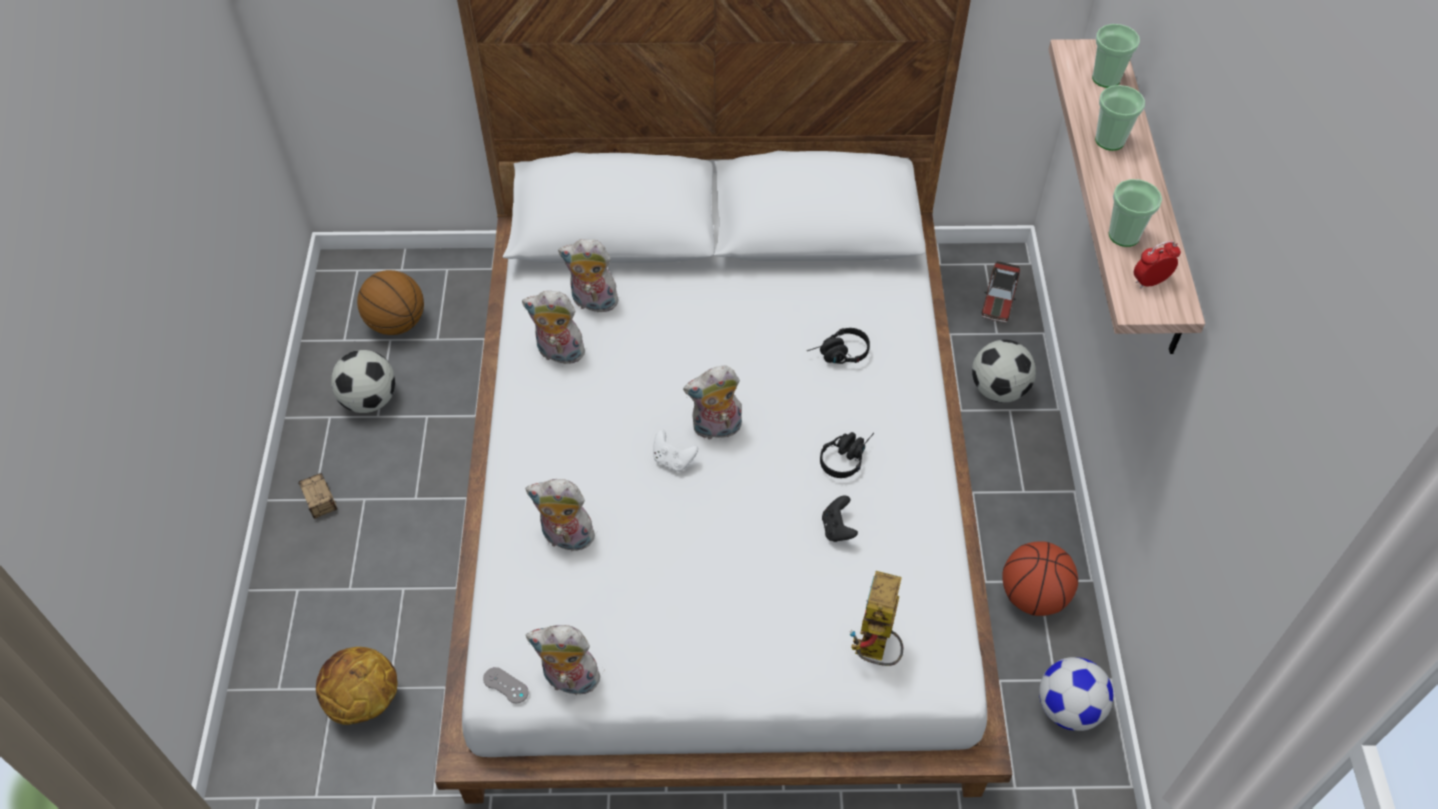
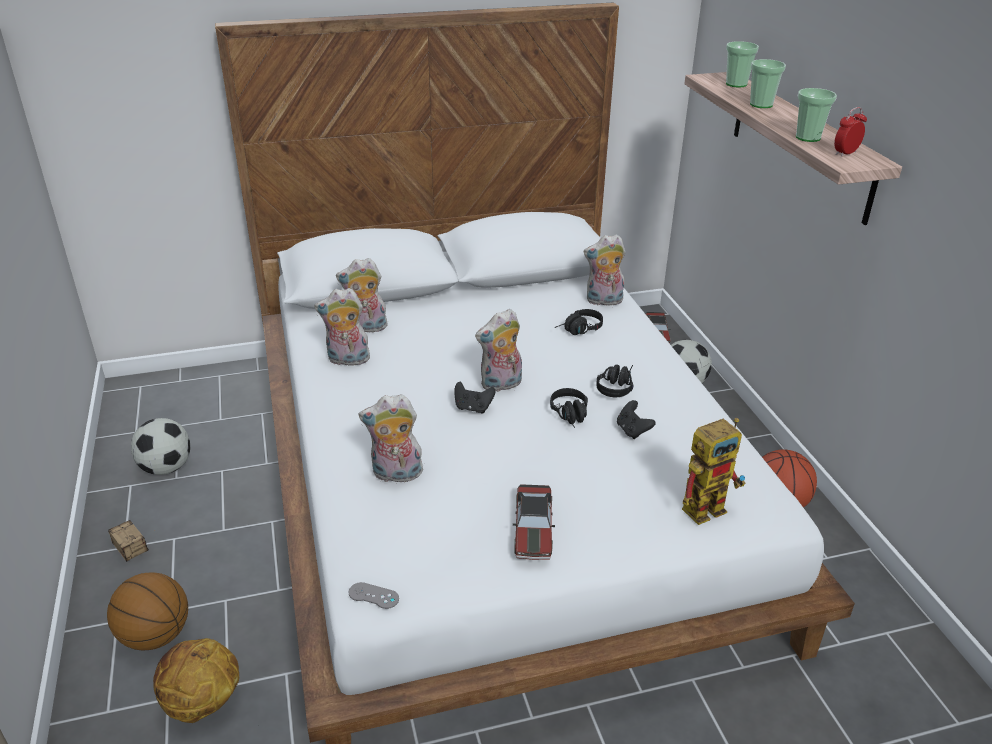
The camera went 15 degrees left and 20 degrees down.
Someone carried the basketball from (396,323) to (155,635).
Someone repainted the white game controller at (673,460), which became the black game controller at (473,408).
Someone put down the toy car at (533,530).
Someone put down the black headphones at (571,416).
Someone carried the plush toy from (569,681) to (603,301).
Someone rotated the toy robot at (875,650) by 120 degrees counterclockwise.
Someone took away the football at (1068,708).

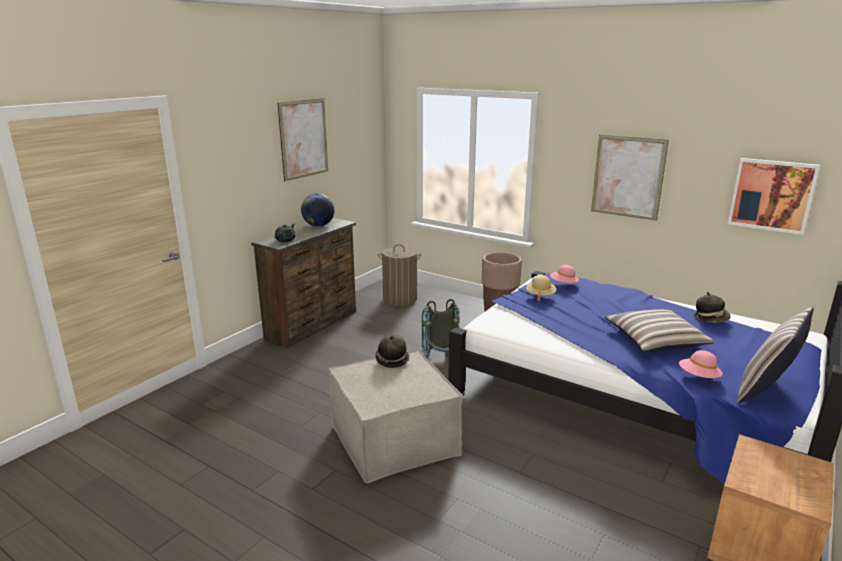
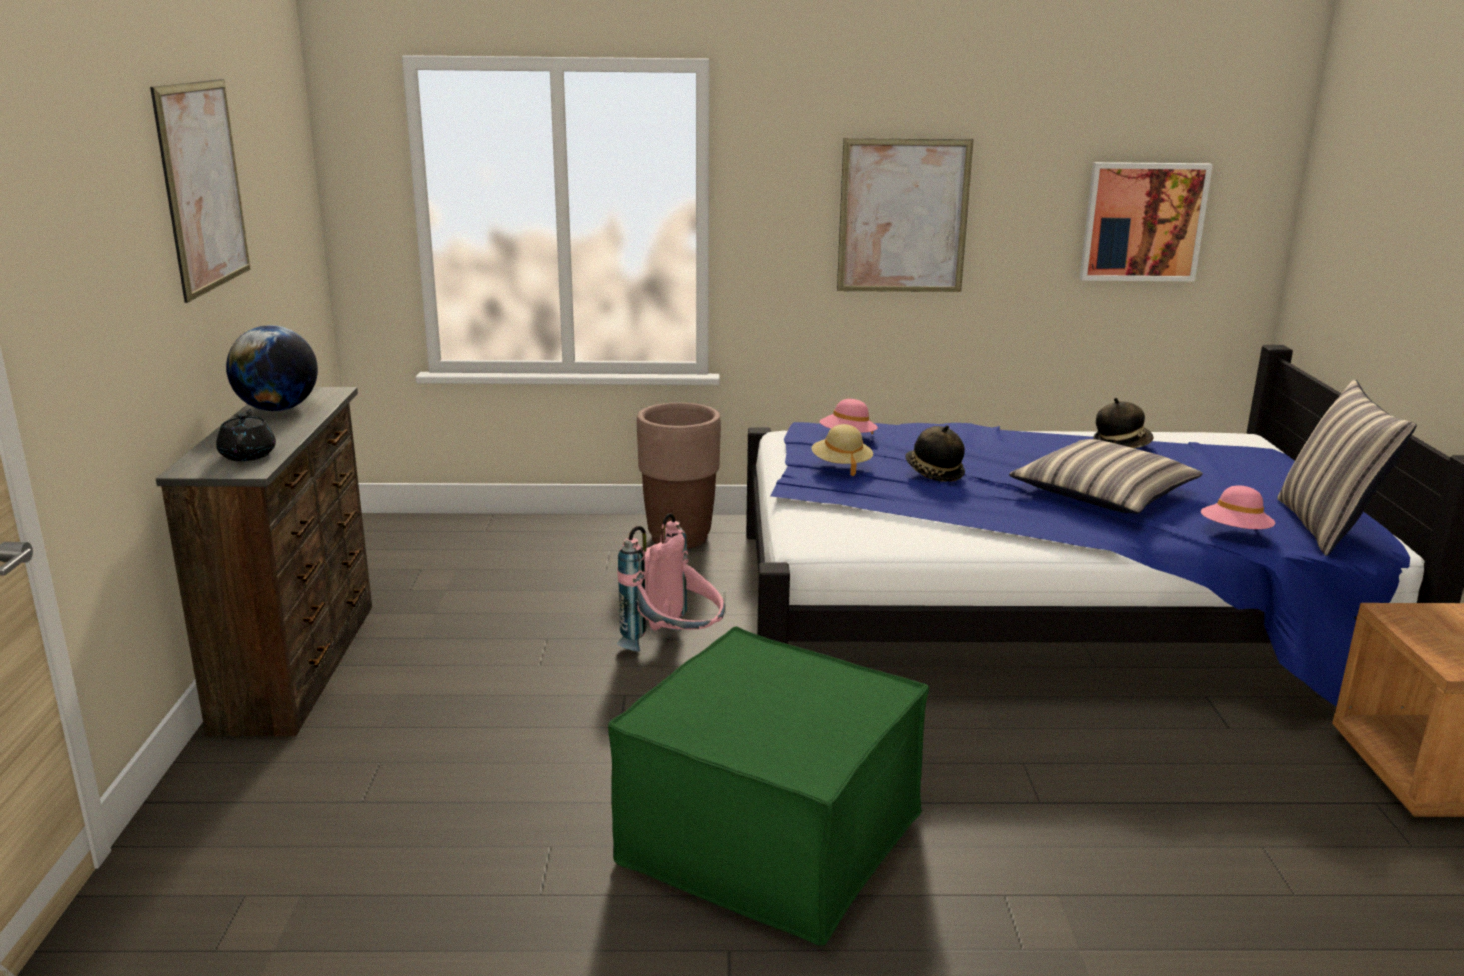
The camera went 35 degrees left and 0 degrees up.
Someone repainted the beige ottoman at (395,440), which became the green ottoman at (771,837).
Someone repainted the grey backpack at (443,359), which became the pink backpack at (676,649).
Someone carried the hat from (392,360) to (933,473).
Someone took away the laundry basket at (400,299).

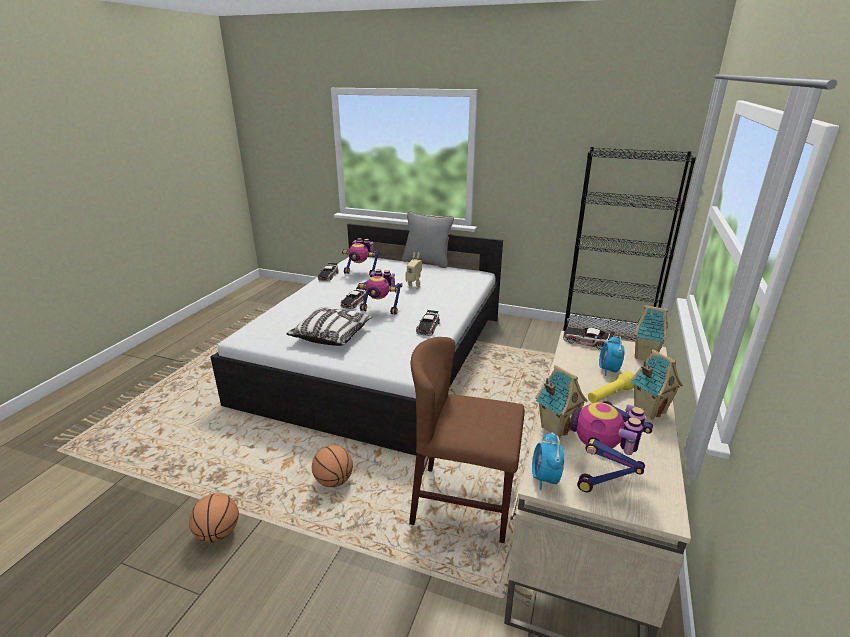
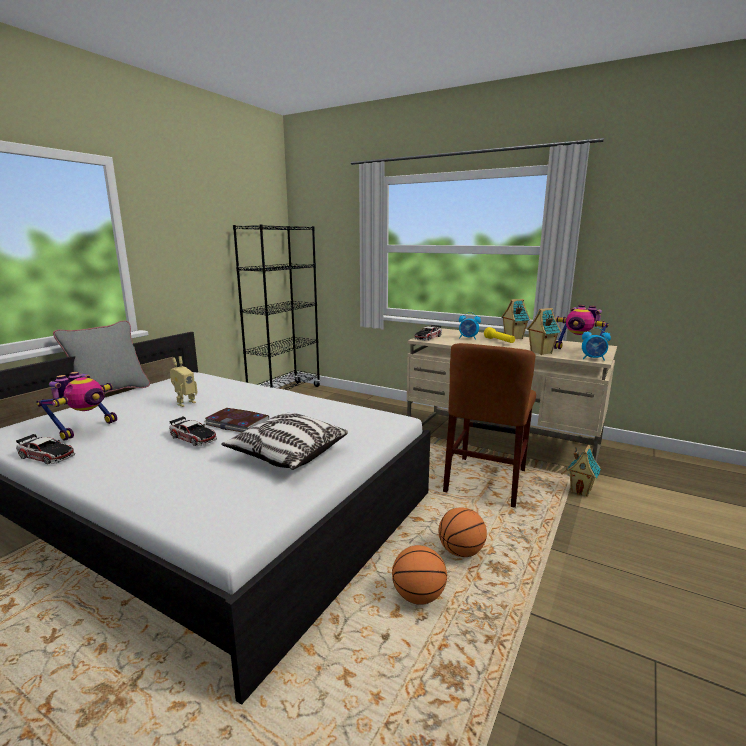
The camera went 80 degrees left and 10 degrees down.
Someone swapped the toy robot at (380,310) for the book at (238,423).
Someone carried the basketball from (218,533) to (418,596).
Someone carried the toy house from (646,356) to (581,490).
Someone took away the toy car at (428,327).

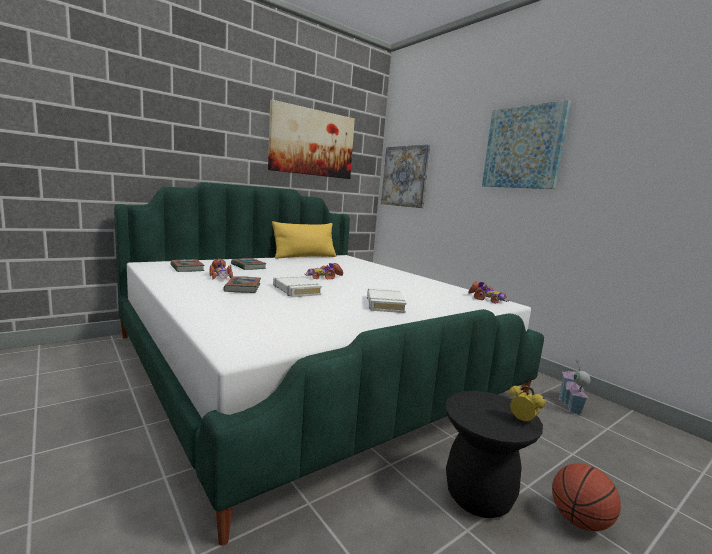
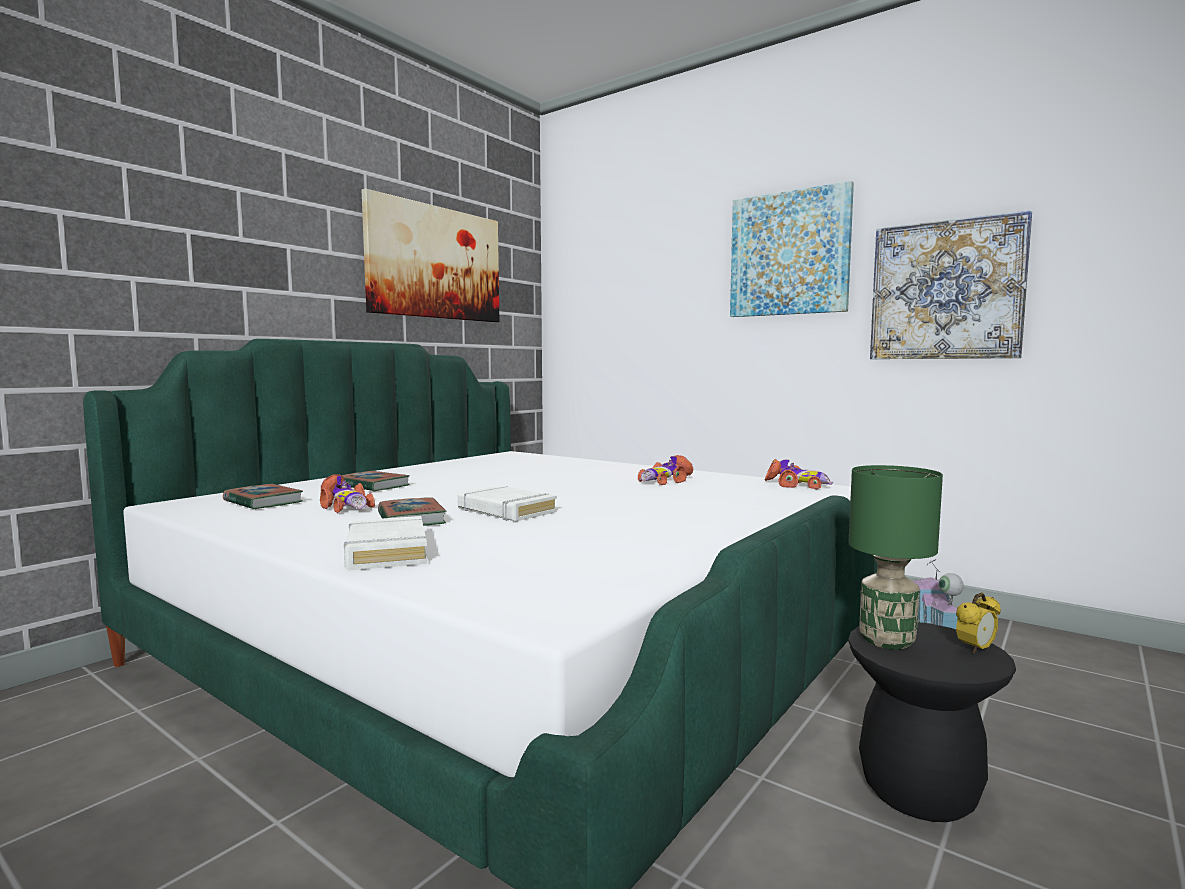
The camera went 15 degrees left and 5 degrees down.
Someone carried the white book from (384,304) to (386,551).
Someone carried the toy car from (323,277) to (664,481).
Someone put down the green table lamp at (888,641).
Someone carried the picture from (405,176) to (946,290).
Someone rotated the alarm clock at (522,420) by 120 degrees clockwise.
Someone took away the yellow pillow at (304,257).
Someone took away the basketball at (579,521).

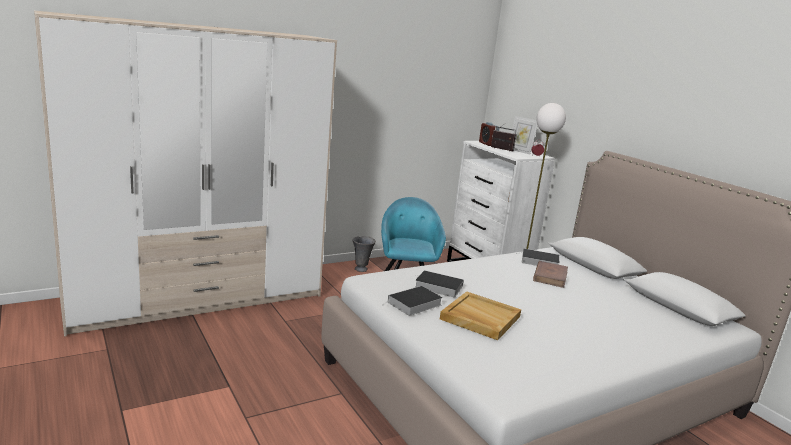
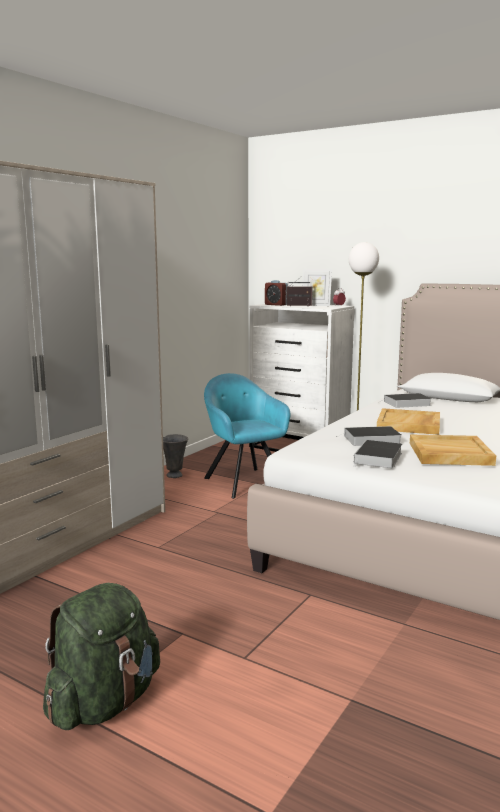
The camera went 25 degrees left and 5 degrees down.
Someone put down the green backpack at (104,703).
Someone put down the beige tray at (409,425).
Someone took away the brown book at (550,276).

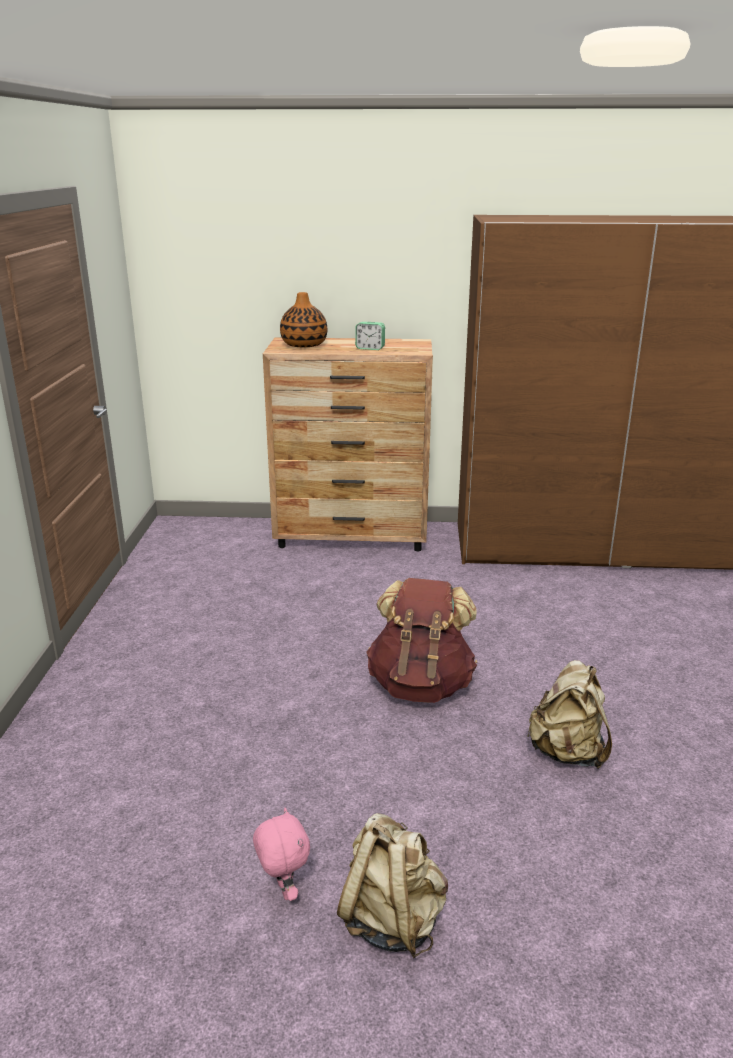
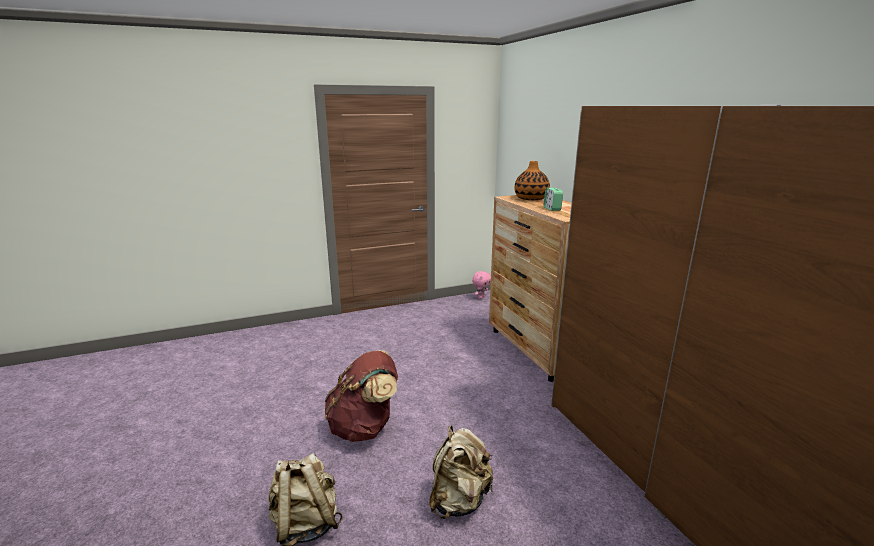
The camera went 65 degrees right and 5 degrees down.
Someone carried the beige backpack from (392,920) to (459,500).
Someone carried the pink plush toy from (283,890) to (481,297).

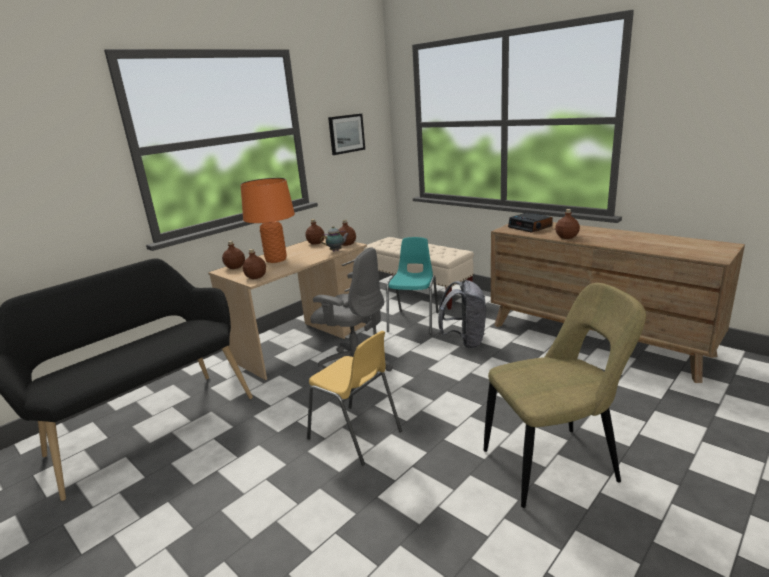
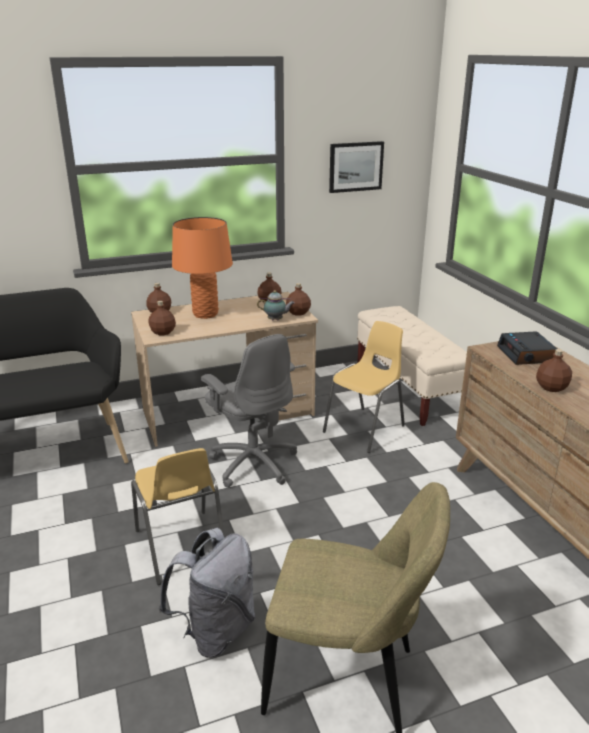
The camera went 25 degrees right and 5 degrees up.
Someone carried the grey backpack from (464,341) to (215,630).
Someone repainted the turquoise chair at (414,322), which became the yellow chair at (365,429).

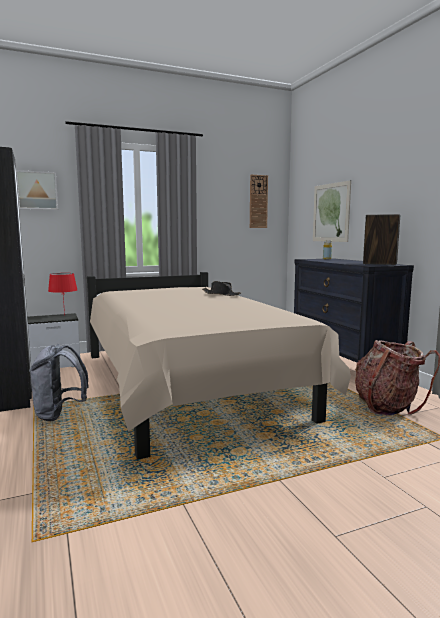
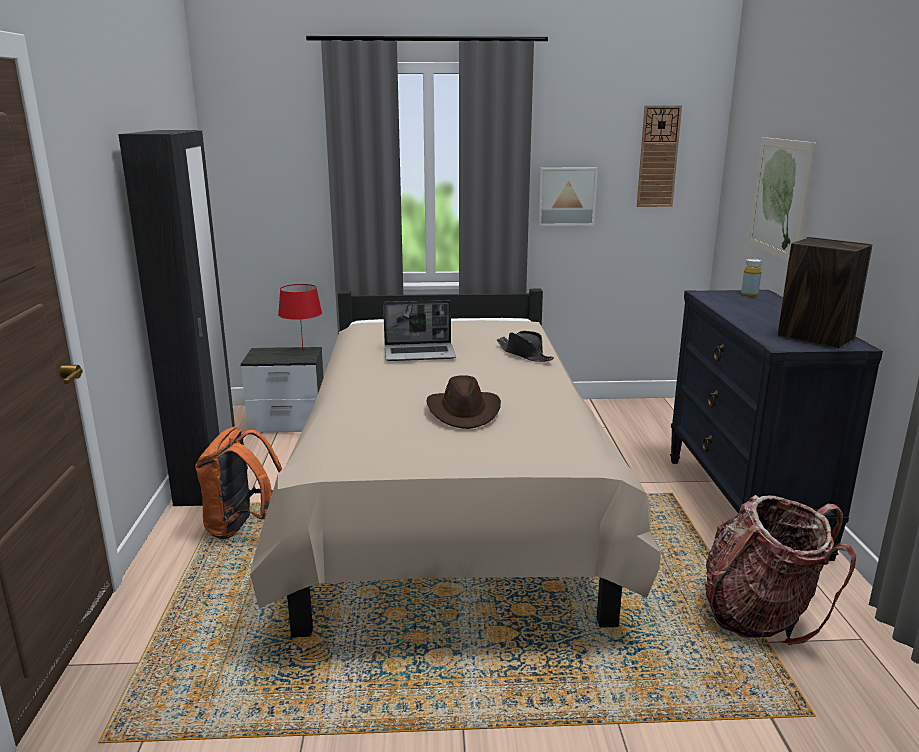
The camera went 20 degrees right and 10 degrees up.
Someone repainted the grey backpack at (59,414), which became the orange backpack at (242,527).
Someone put down the laptop at (420,353).
Someone put down the brown hat at (464,412).
Someone carried the picture from (37,190) to (566,196).

